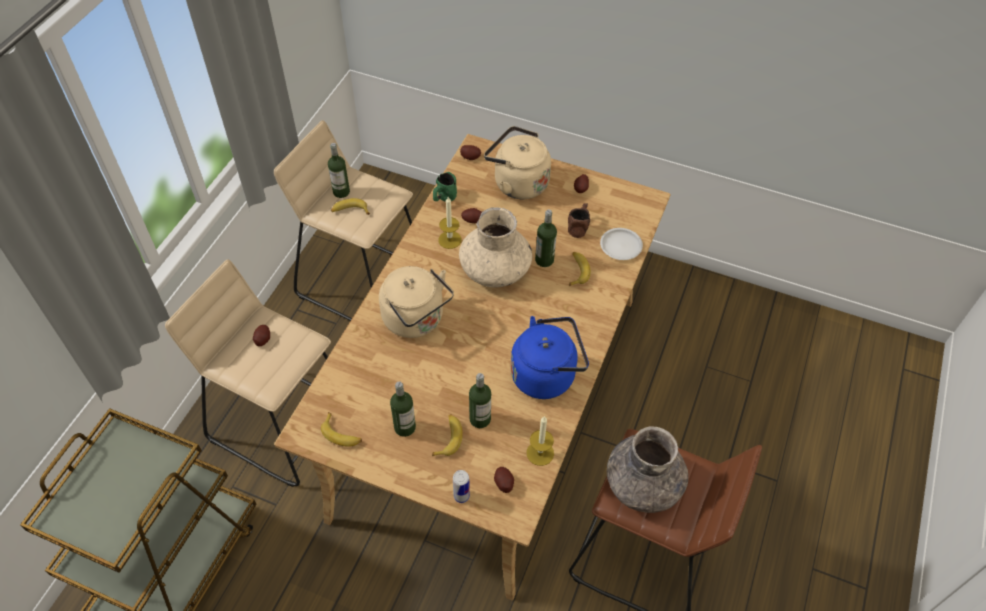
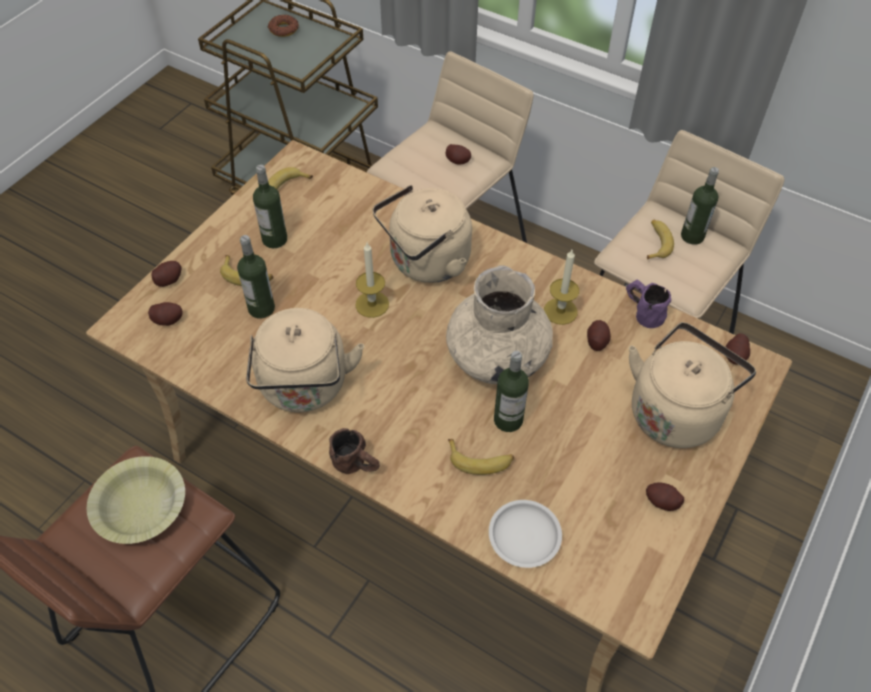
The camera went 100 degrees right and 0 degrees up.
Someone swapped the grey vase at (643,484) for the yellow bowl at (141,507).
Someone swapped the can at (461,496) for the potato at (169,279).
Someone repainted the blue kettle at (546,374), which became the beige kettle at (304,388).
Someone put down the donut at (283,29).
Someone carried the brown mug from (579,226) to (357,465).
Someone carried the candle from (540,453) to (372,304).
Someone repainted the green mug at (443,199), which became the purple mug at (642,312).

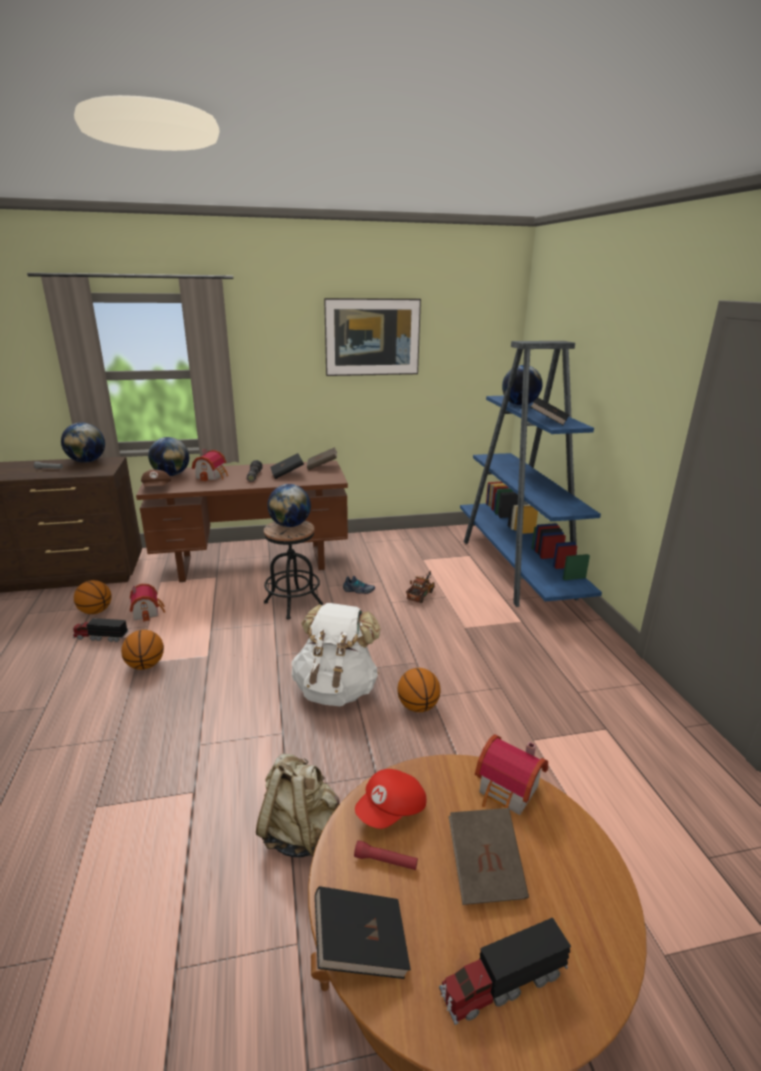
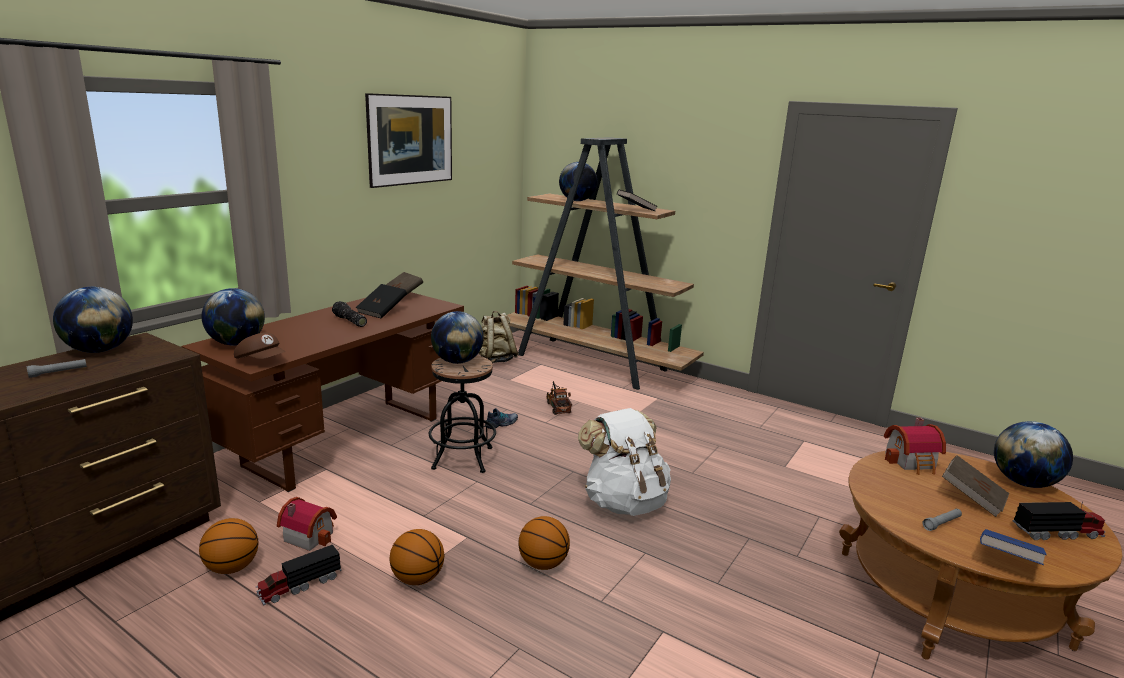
The camera went 45 degrees left and 5 degrees down.
Someone carried the beige backpack from (300,832) to (495,360).
Someone repainted the blue bookcase at (517,569), which became the brown bookcase at (593,363).
Someone carried the basketball from (418,706) to (543,563).
Someone repainted the red flashlight at (385,861), which became the grey flashlight at (941,523).
Someone repainted the black book at (360,945), which became the blue book at (1007,561).
Someone put down the globe at (1023,483).
Someone rotated the toy truck at (501,982) by 120 degrees counterclockwise.
Someone took away the toy house at (212,476).
Someone took away the red cap at (392,810).

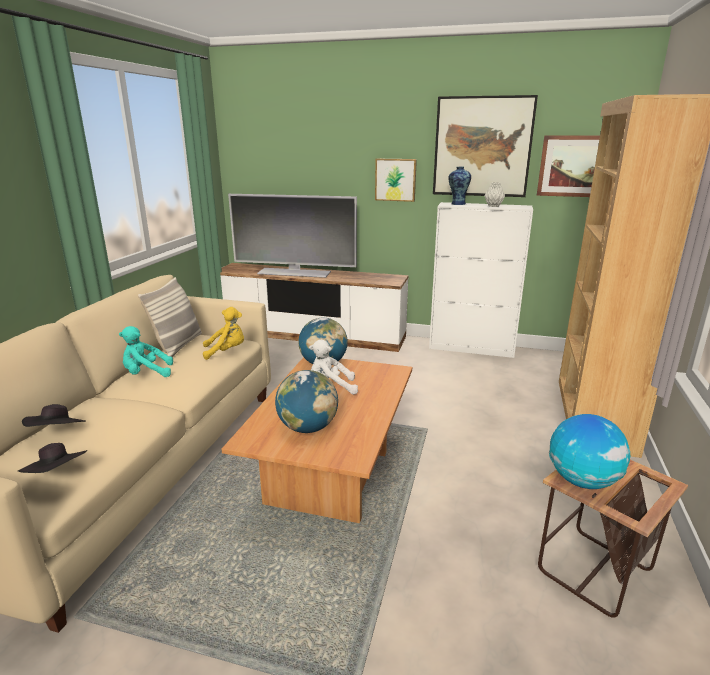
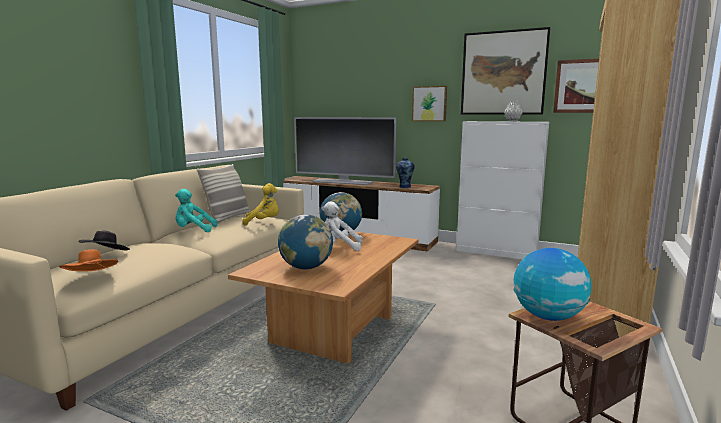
The camera went 10 degrees right and 10 degrees down.
Someone repainted the black hat at (58,475), which became the orange hat at (92,277).
Someone carried the vase from (457,204) to (404,187).

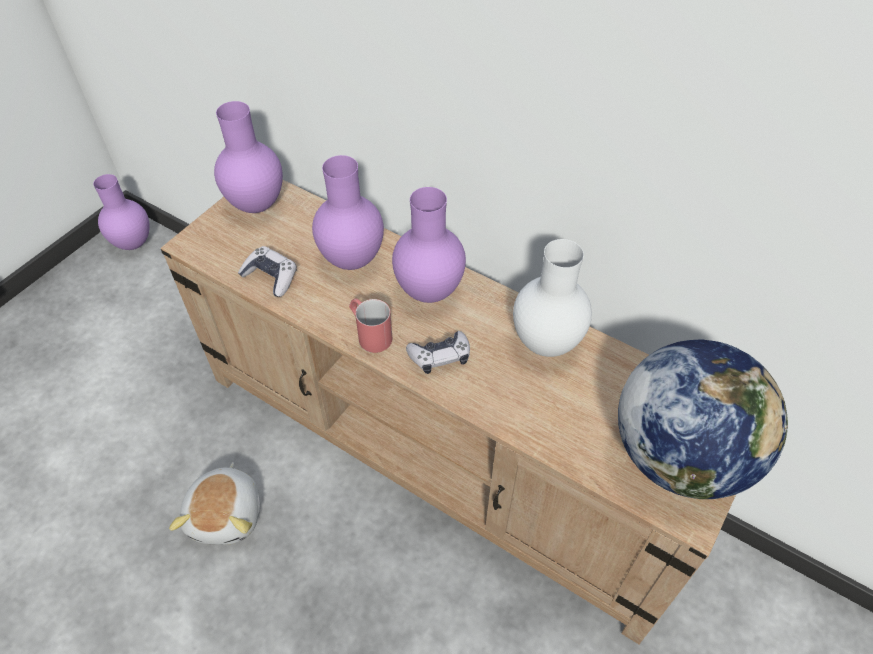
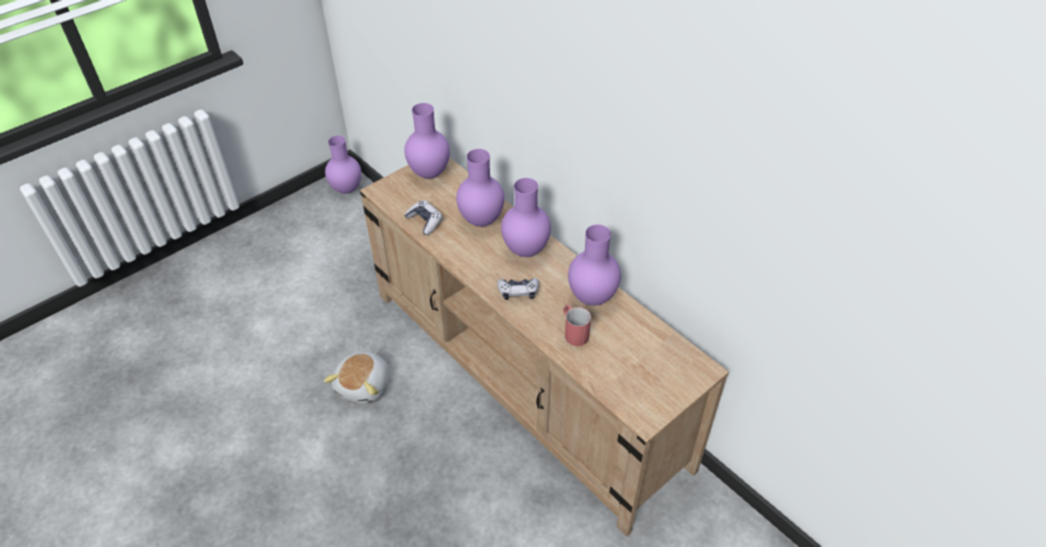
The camera went 15 degrees right and 5 degrees down.
Someone carried the red mug from (370,334) to (573,332).
Someone repainted the white vase at (545,344), which became the purple vase at (591,298).
Someone took away the globe at (679,455).

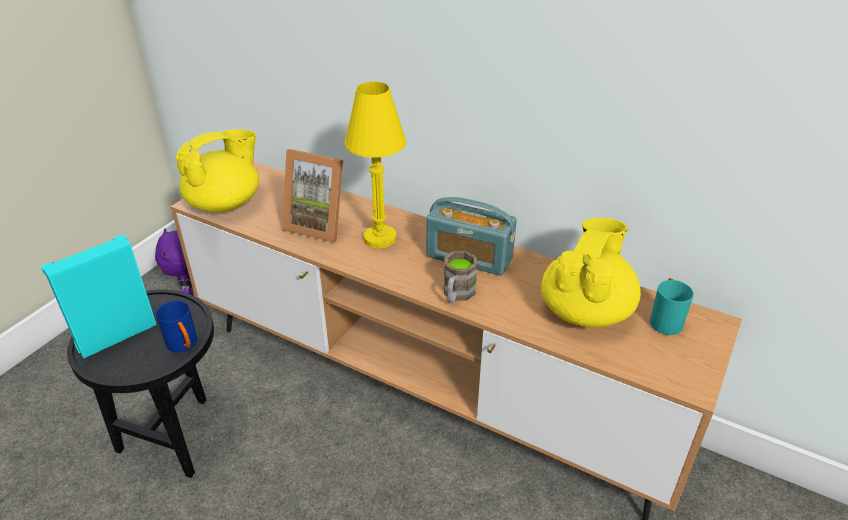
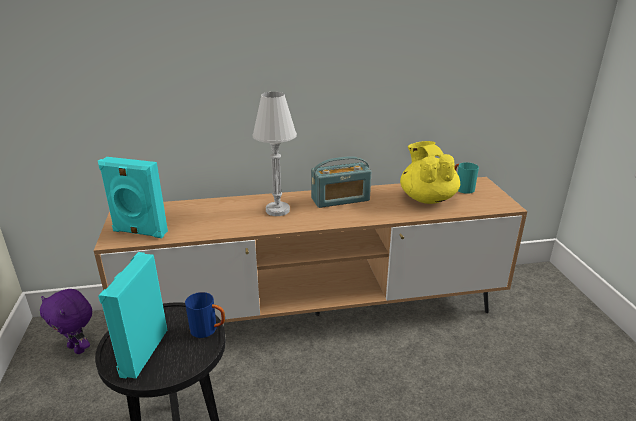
The camera went 40 degrees left and 10 degrees down.
Someone swapped the yellow teapot at (225,203) for the turquoise speaker at (139,232).
Someone repainted the yellow table lamp at (380,238), which became the white table lamp at (277,210).
Someone took away the picture frame at (319,224).
Someone took away the brown mug at (457,294).

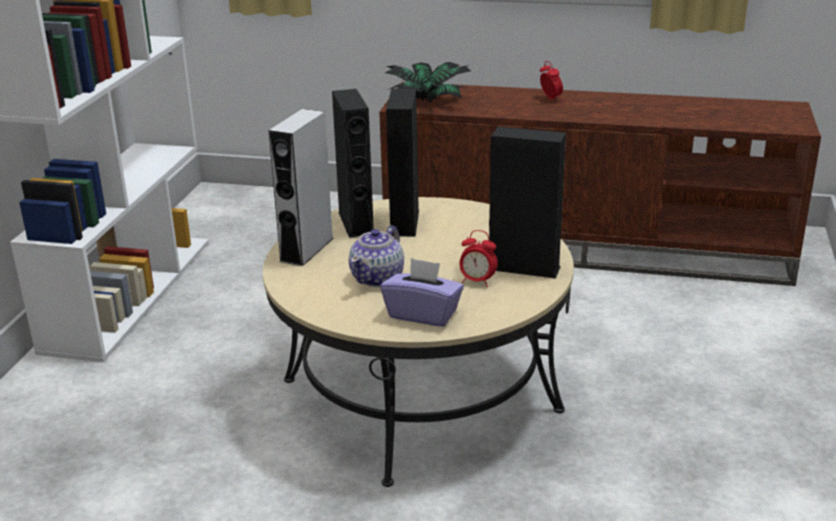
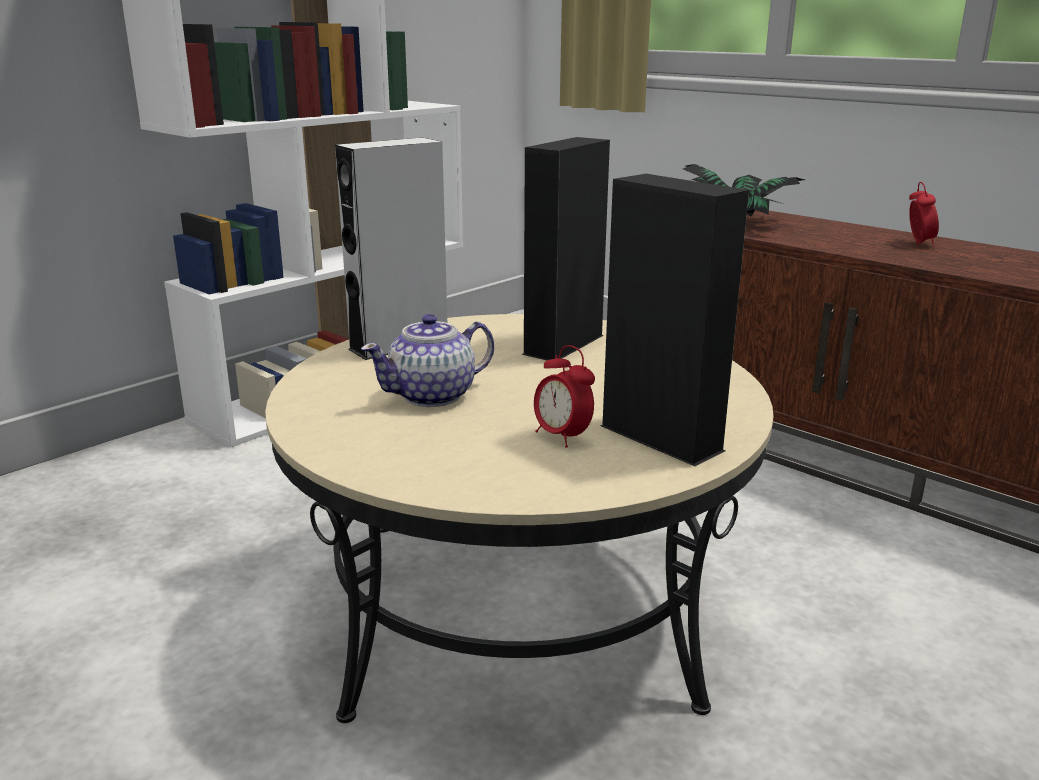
The camera went 30 degrees right and 5 degrees down.
Someone took away the black speaker at (356,223).
Someone took away the purple tissue box at (423,314).

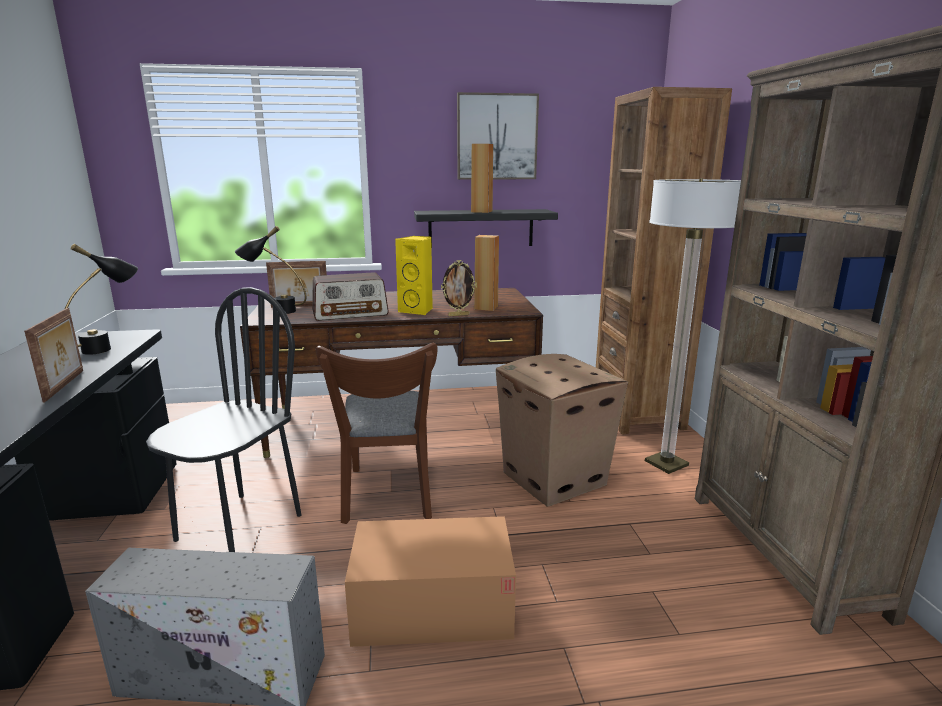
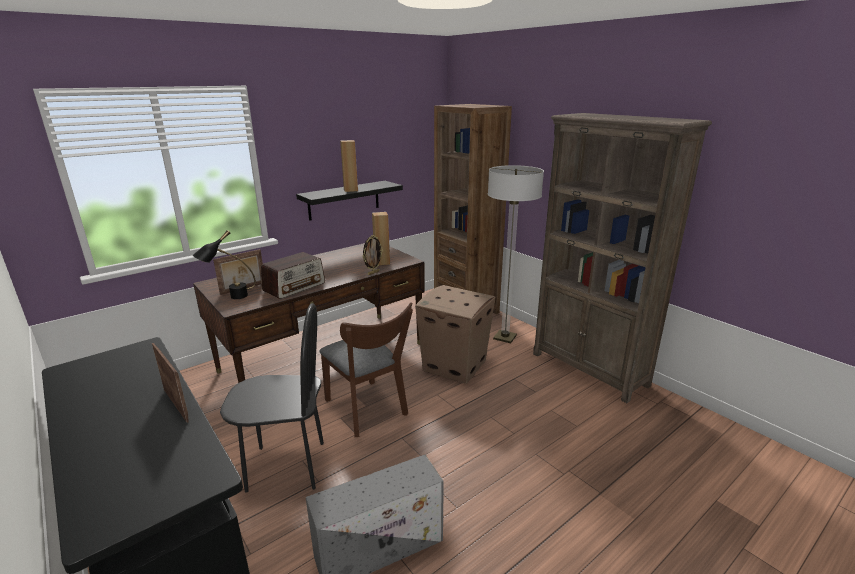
The camera went 30 degrees left and 5 degrees up.
Someone rotated the black chair at (239,527) by 90 degrees clockwise.
Someone took away the black table lamp at (109,347).
Someone took away the cardboard box at (433,607).
Someone took away the yellow speaker at (417,310).
Someone took away the picture at (497,137).

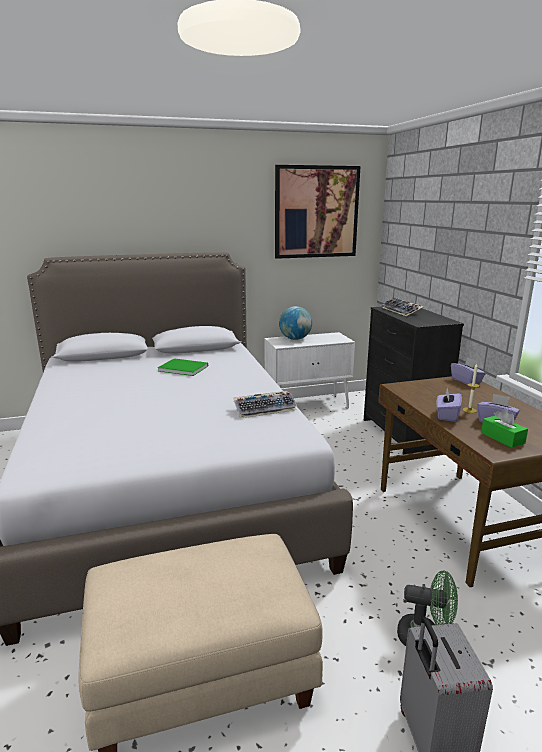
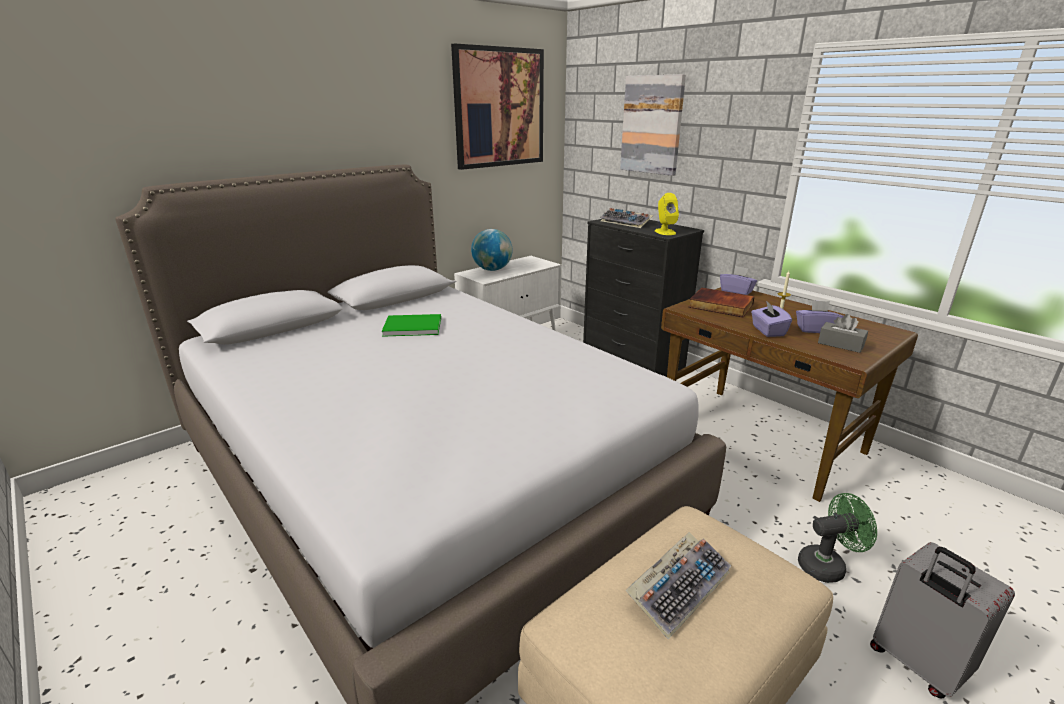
The camera went 25 degrees left and 5 degrees up.
Someone put up the picture at (652,125).
Someone carried the keyboard from (265,409) to (679,587).
Someone put down the yellow speaker at (665,232).
Someone put down the book at (720,306).
Someone repainted the green tissue box at (502,438), which became the grey tissue box at (840,344).

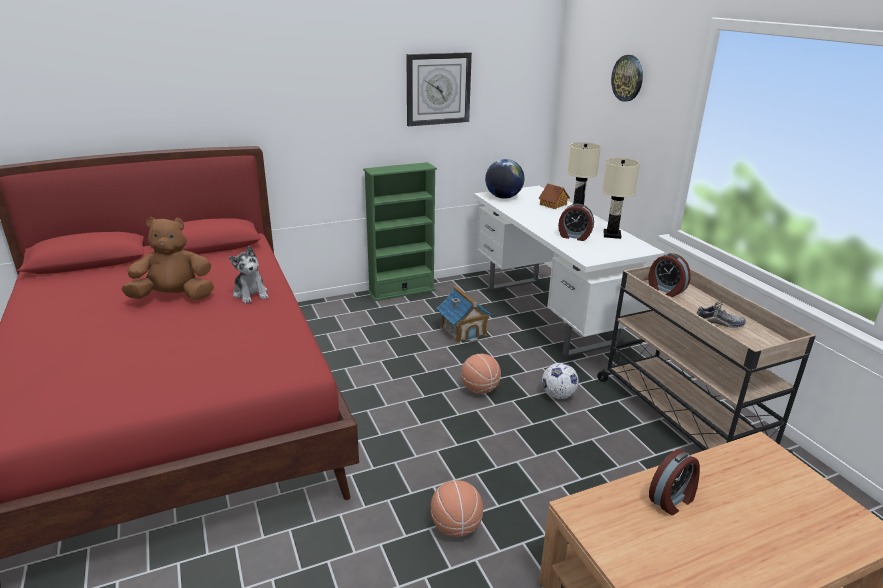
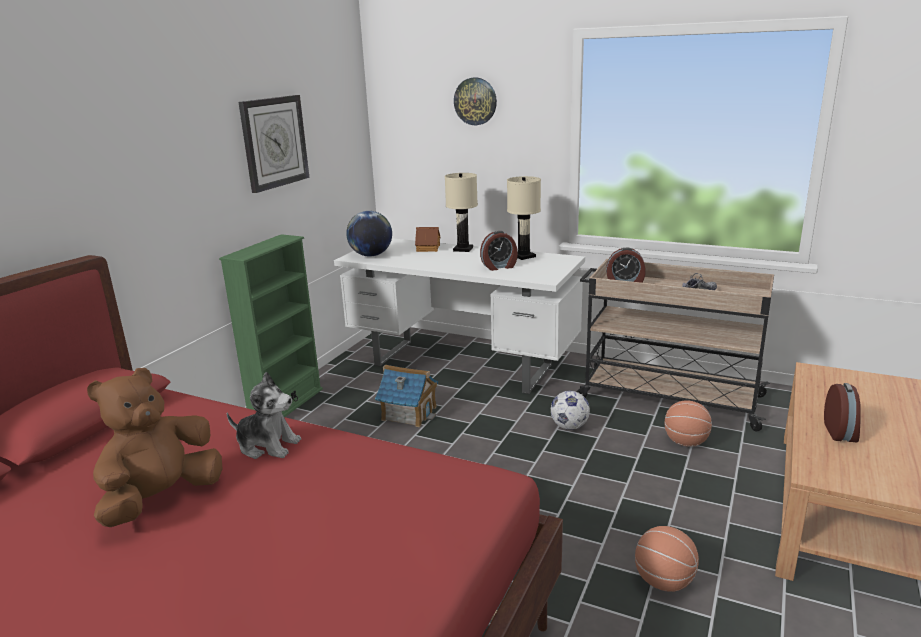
The camera went 40 degrees left and 5 degrees down.
Someone carried the basketball from (480,389) to (686,442).

